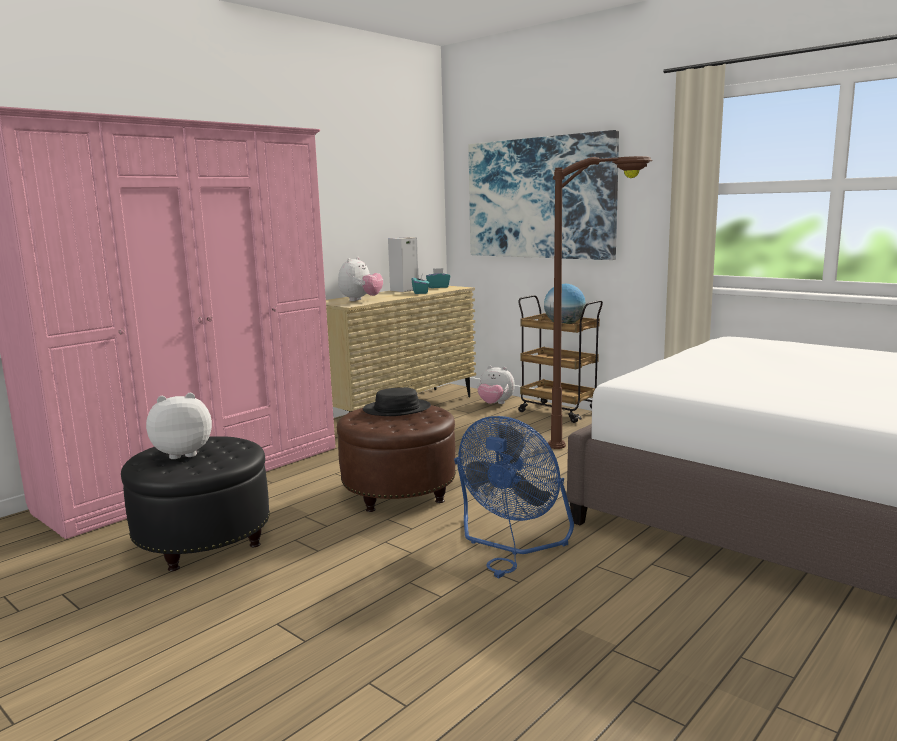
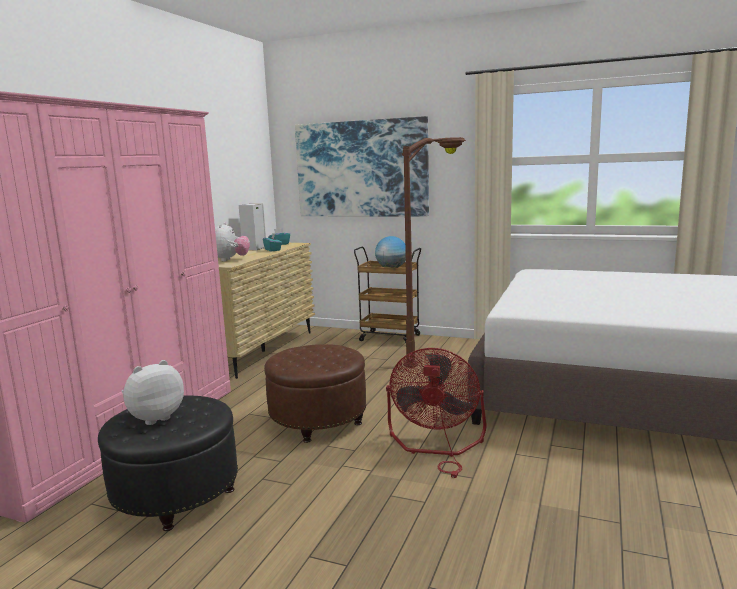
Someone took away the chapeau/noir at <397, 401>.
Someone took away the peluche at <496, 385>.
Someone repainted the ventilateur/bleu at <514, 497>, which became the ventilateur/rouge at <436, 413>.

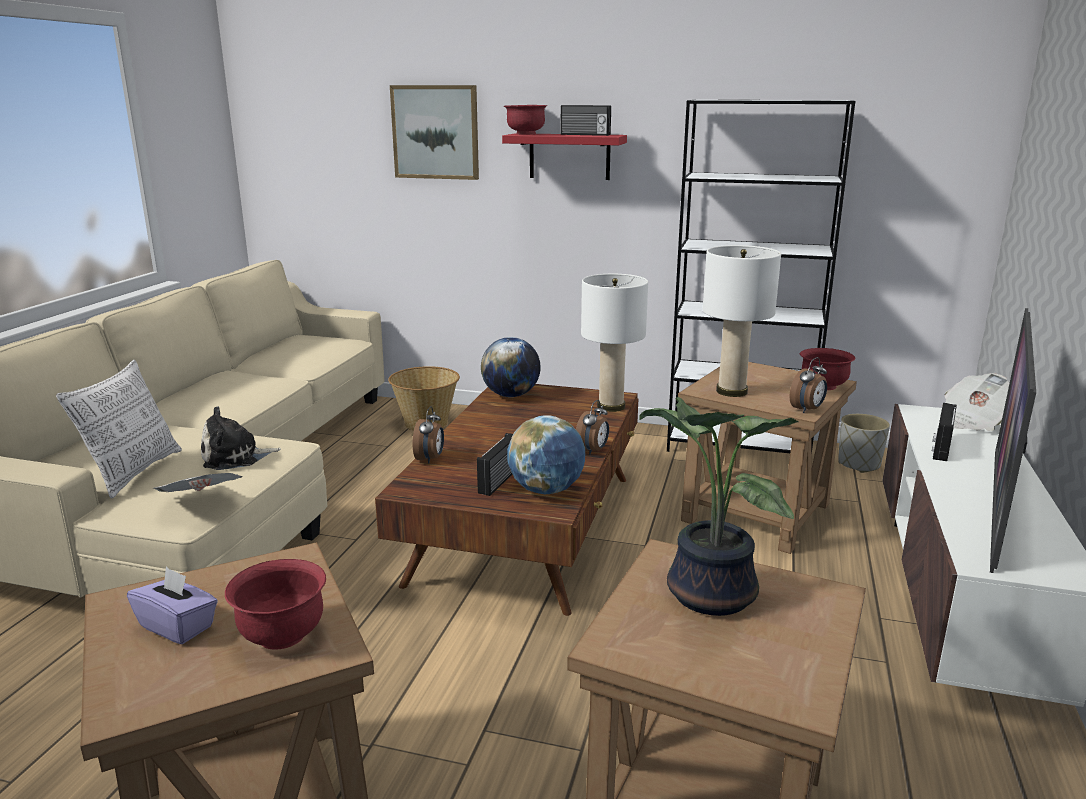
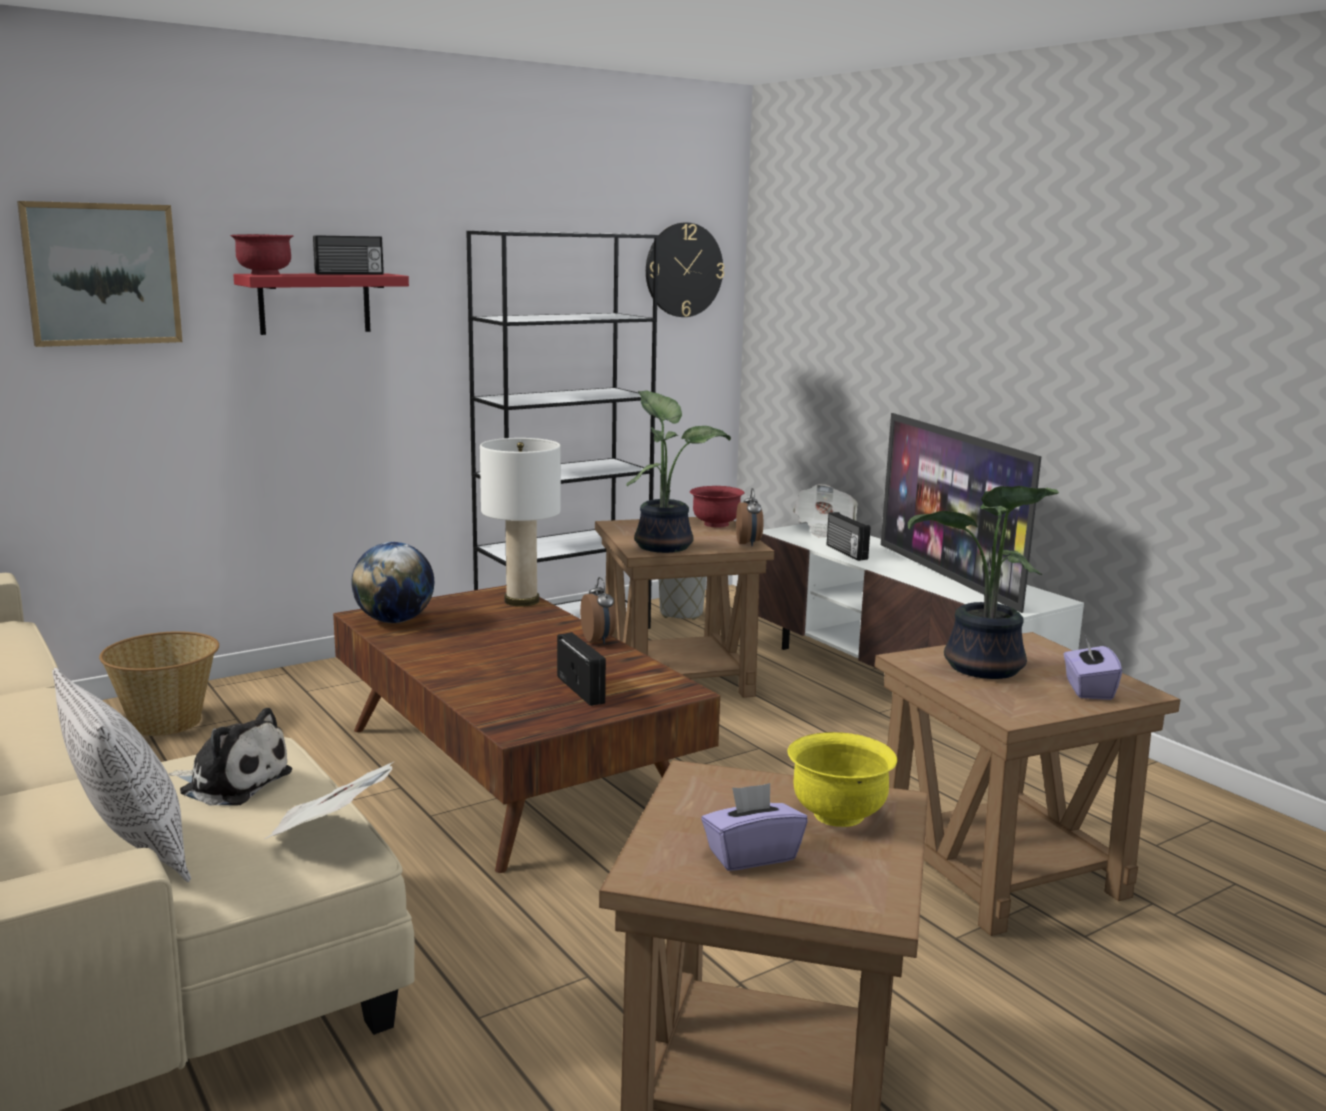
Someone took away the réveil at <428, 435>.
Someone took away the globe at <546, 454>.
Someone put up the horloge murale at <685, 270>.
Someone put down the boîte à mouchoirs/violet at <1092, 669>.
Someone swapped the lampe de table/blanc at <742, 321> for the plante en pot at <678, 471>.
Someone repainted the bol/rouge at <275, 604>, which became the bol/jaune at <842, 779>.
Someone rotated the peluche at <241, 438> by 90 degrees counterclockwise.

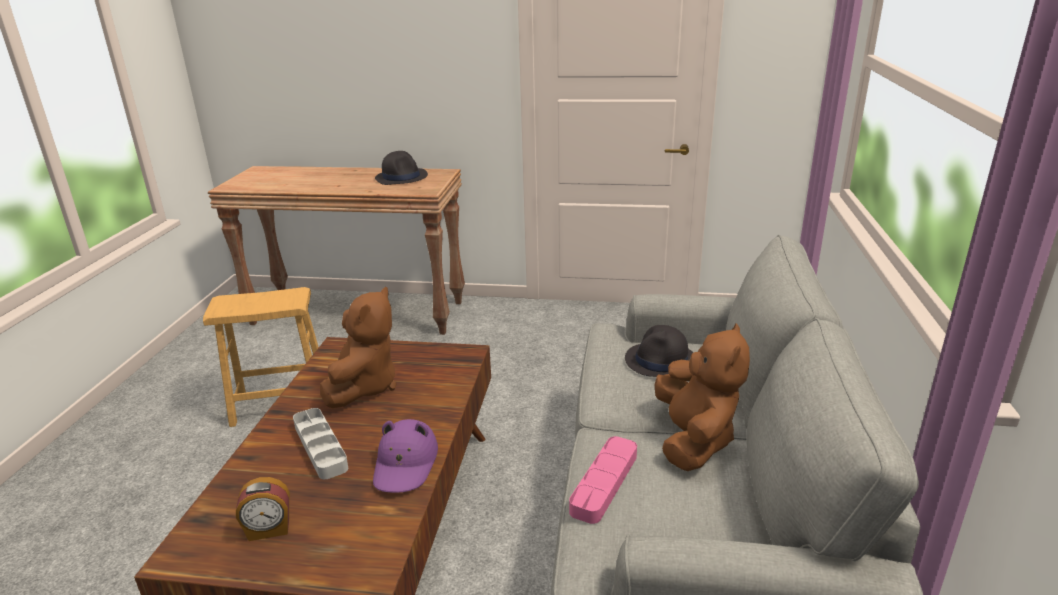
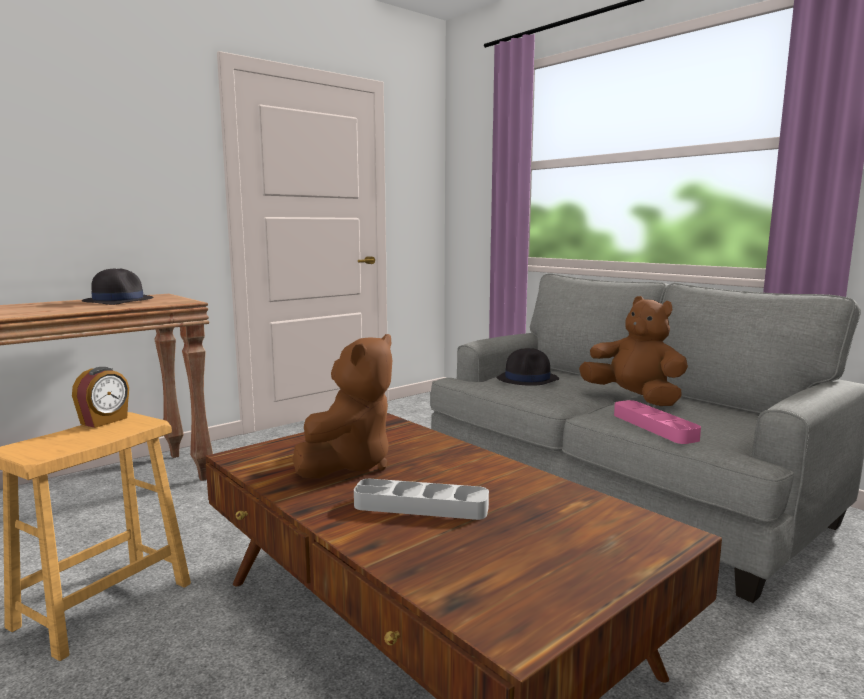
Someone took away the chapeau/violet at <405, 456>.
Someone carried the réveil from <263, 509> to <100, 397>.
Someone rotated the peluche/marron at <358, 347> by 60 degrees clockwise.

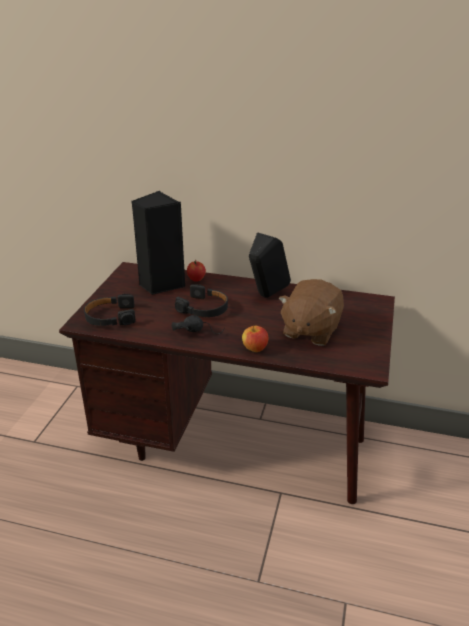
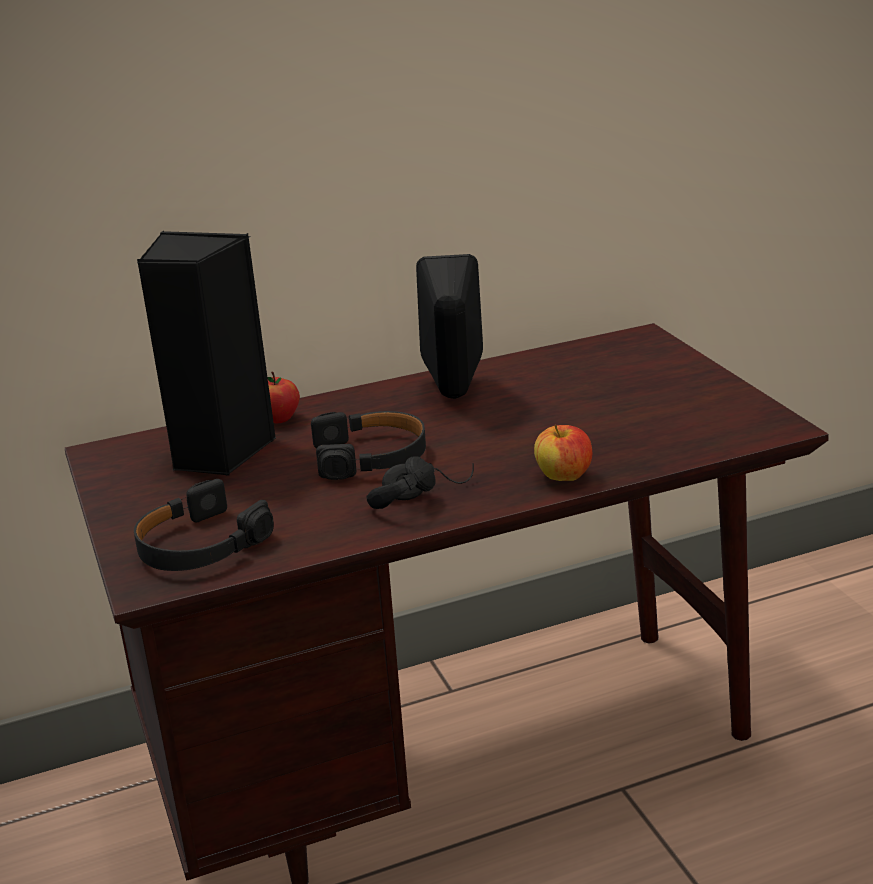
Someone took away the peluche/marron at <311, 312>.

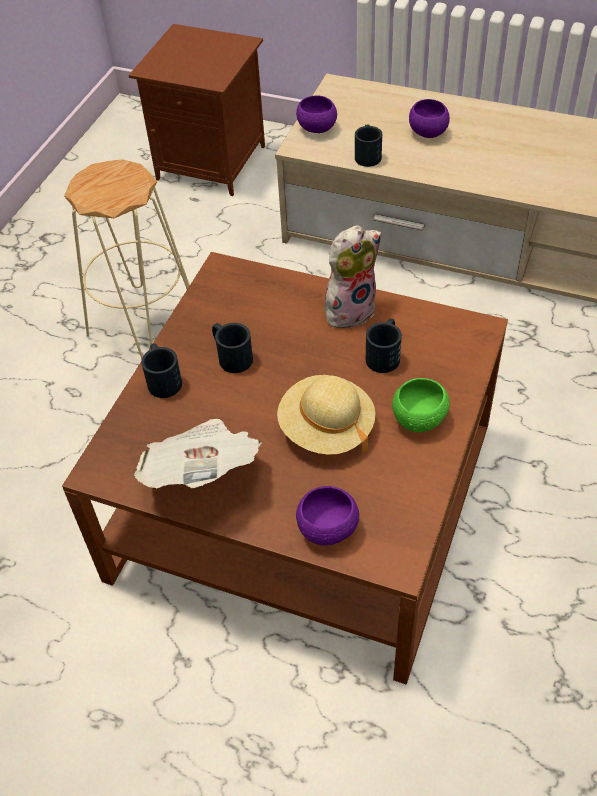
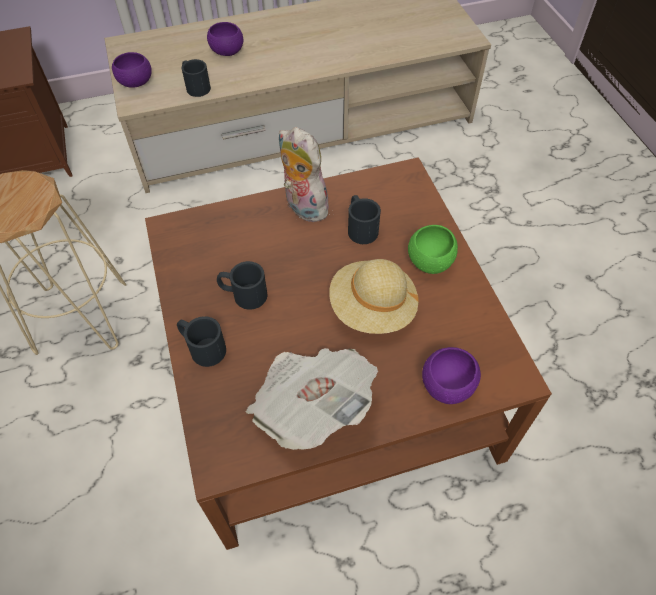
Someone rotated the peluche at <353, 276> by 60 degrees counterclockwise.

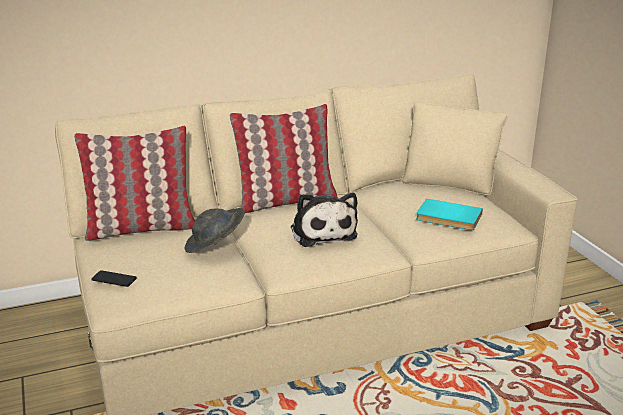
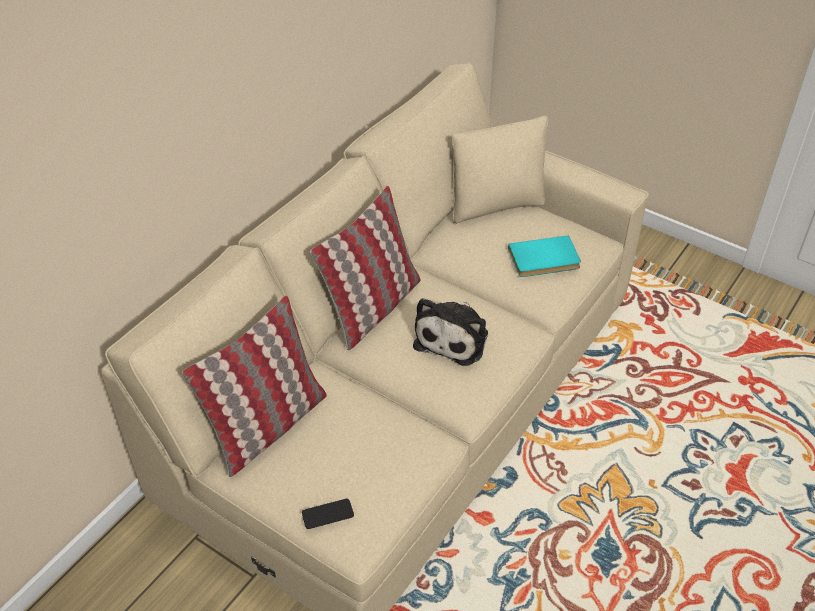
Someone took away the chapeau/gris at <214, 230>.
Someone rotated the peluche at <324, 220> by 75 degrees clockwise.

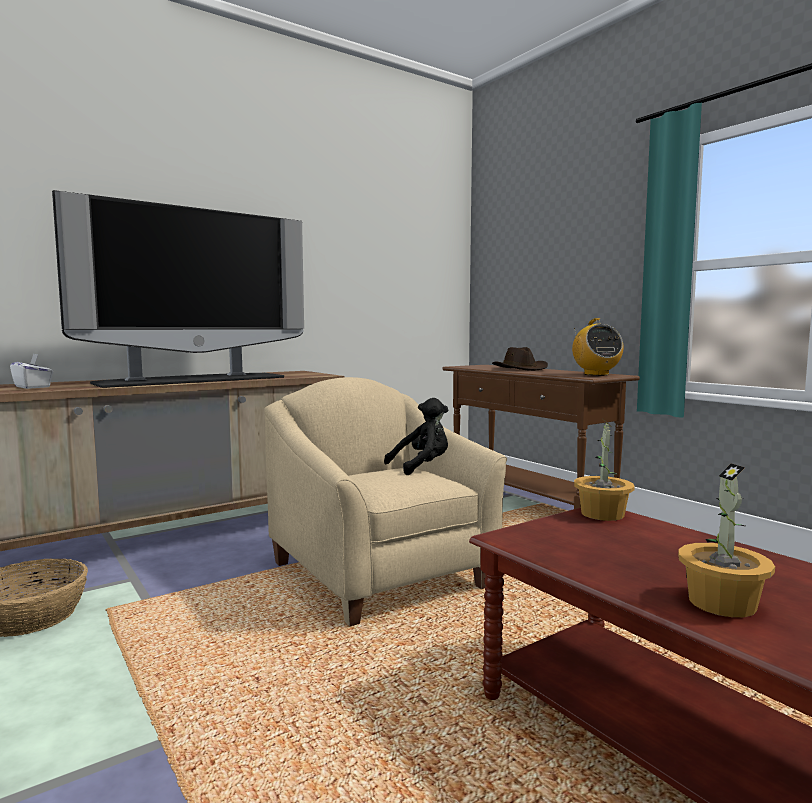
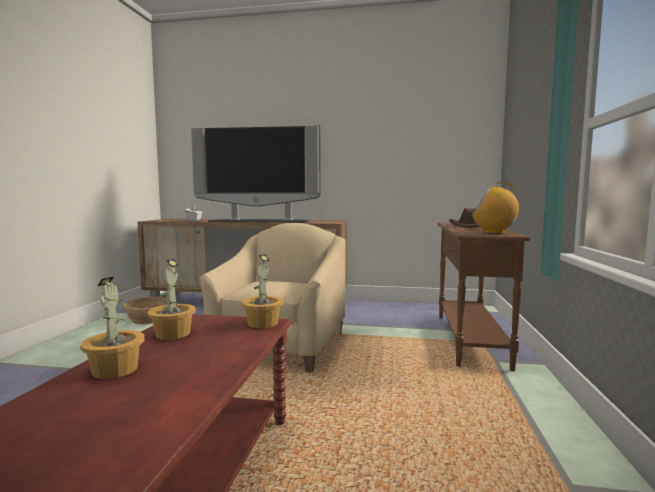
Someone took away the peluche/noir at <416, 436>.
Someone put down the plante en pot at <172, 299>.
Someone rotated the radio at <598, 347> by 75 degrees clockwise.

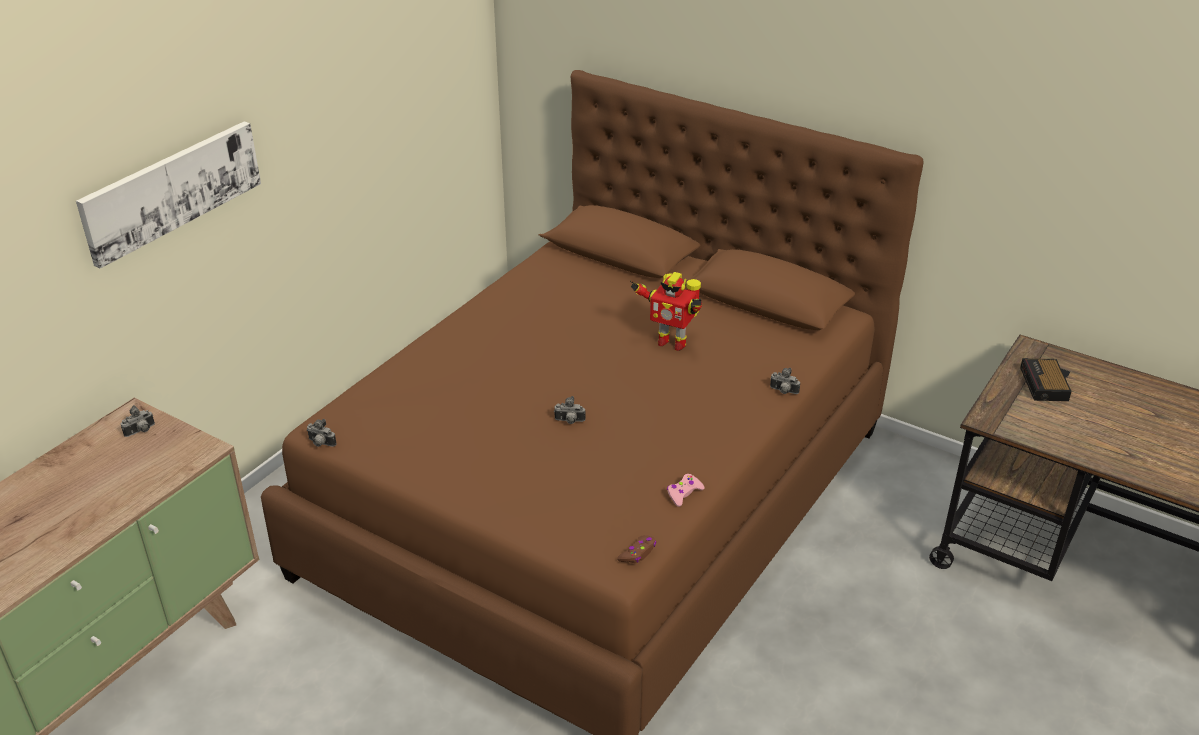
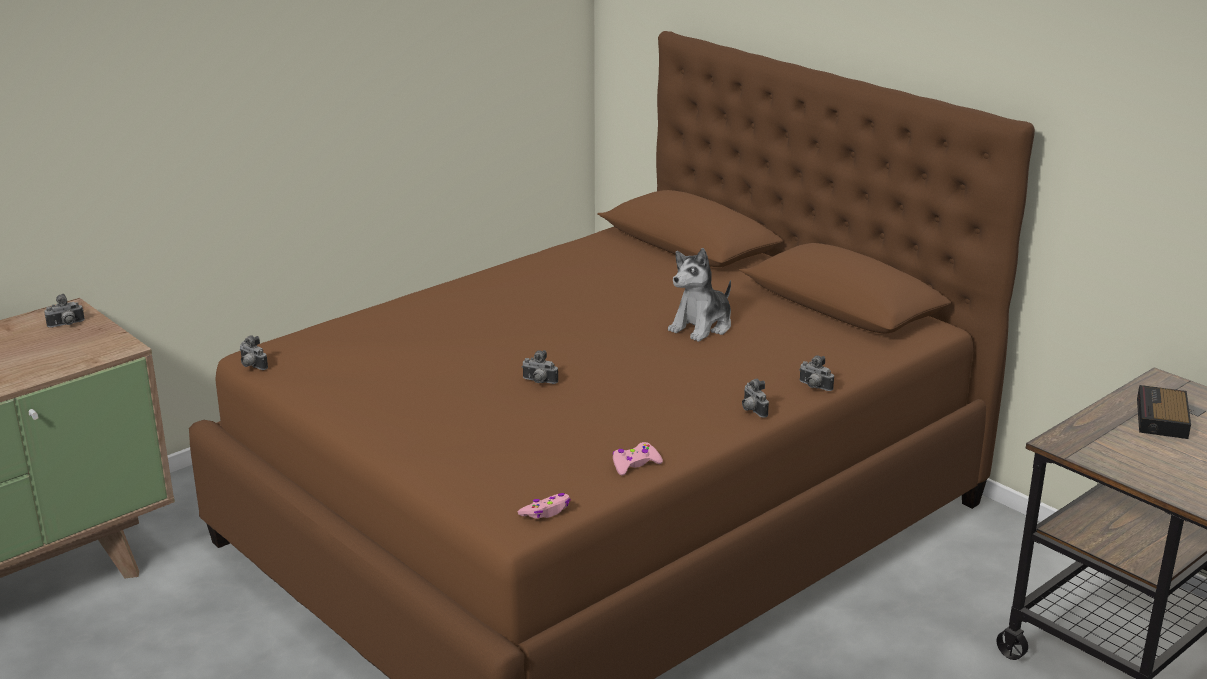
Someone took away the tableau at <168, 195>.
Someone put down the appareil photo at <755, 398>.
Someone swapped the robot jouet at <666, 311> for the peluche at <699, 295>.
Someone repainted the manette/marron at <636, 549>, which became the manette/rose at <544, 505>.

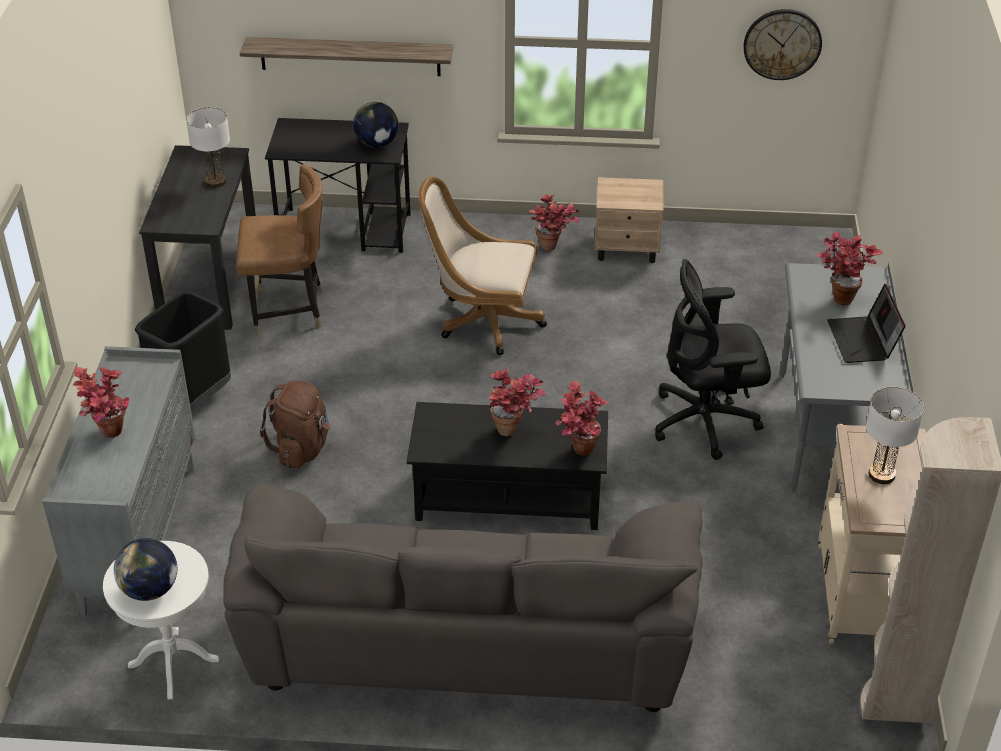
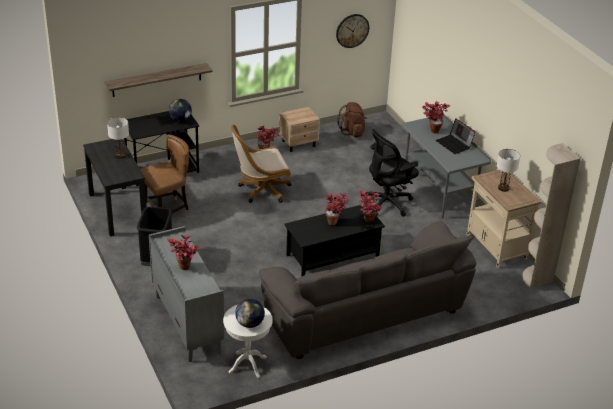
Someone carried the sac à dos/marron from <295, 424> to <352, 119>.

